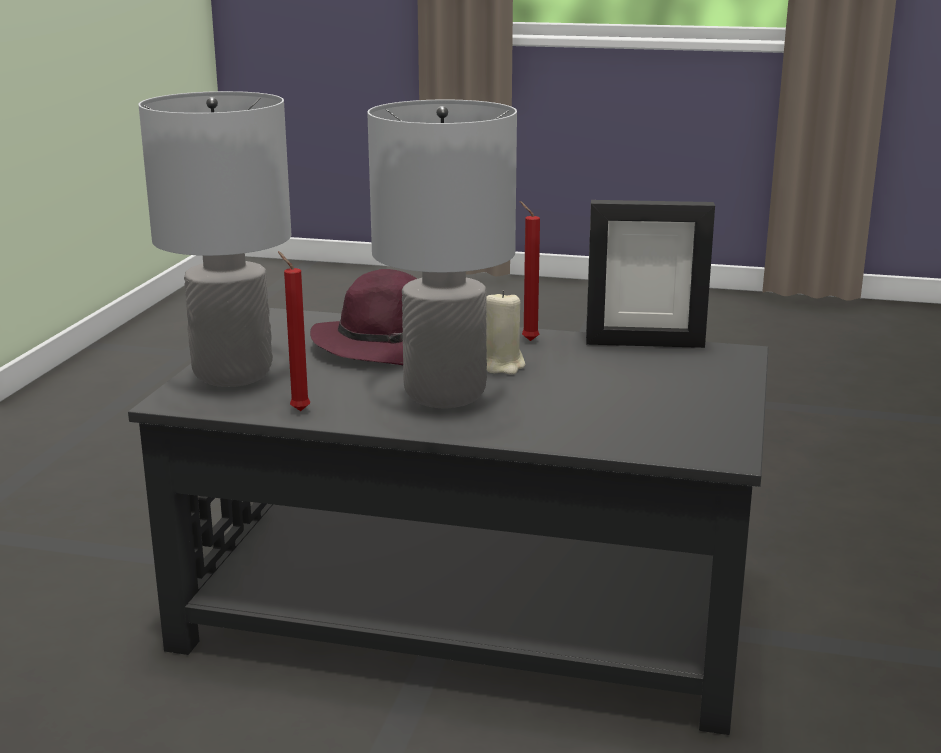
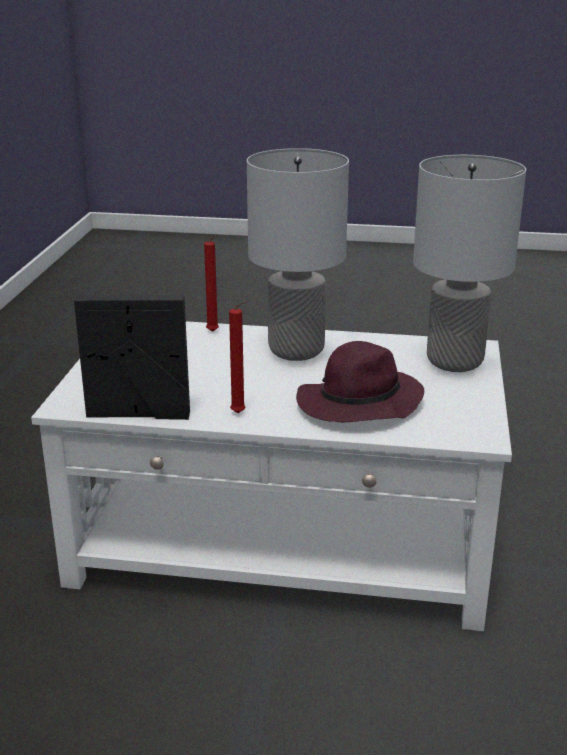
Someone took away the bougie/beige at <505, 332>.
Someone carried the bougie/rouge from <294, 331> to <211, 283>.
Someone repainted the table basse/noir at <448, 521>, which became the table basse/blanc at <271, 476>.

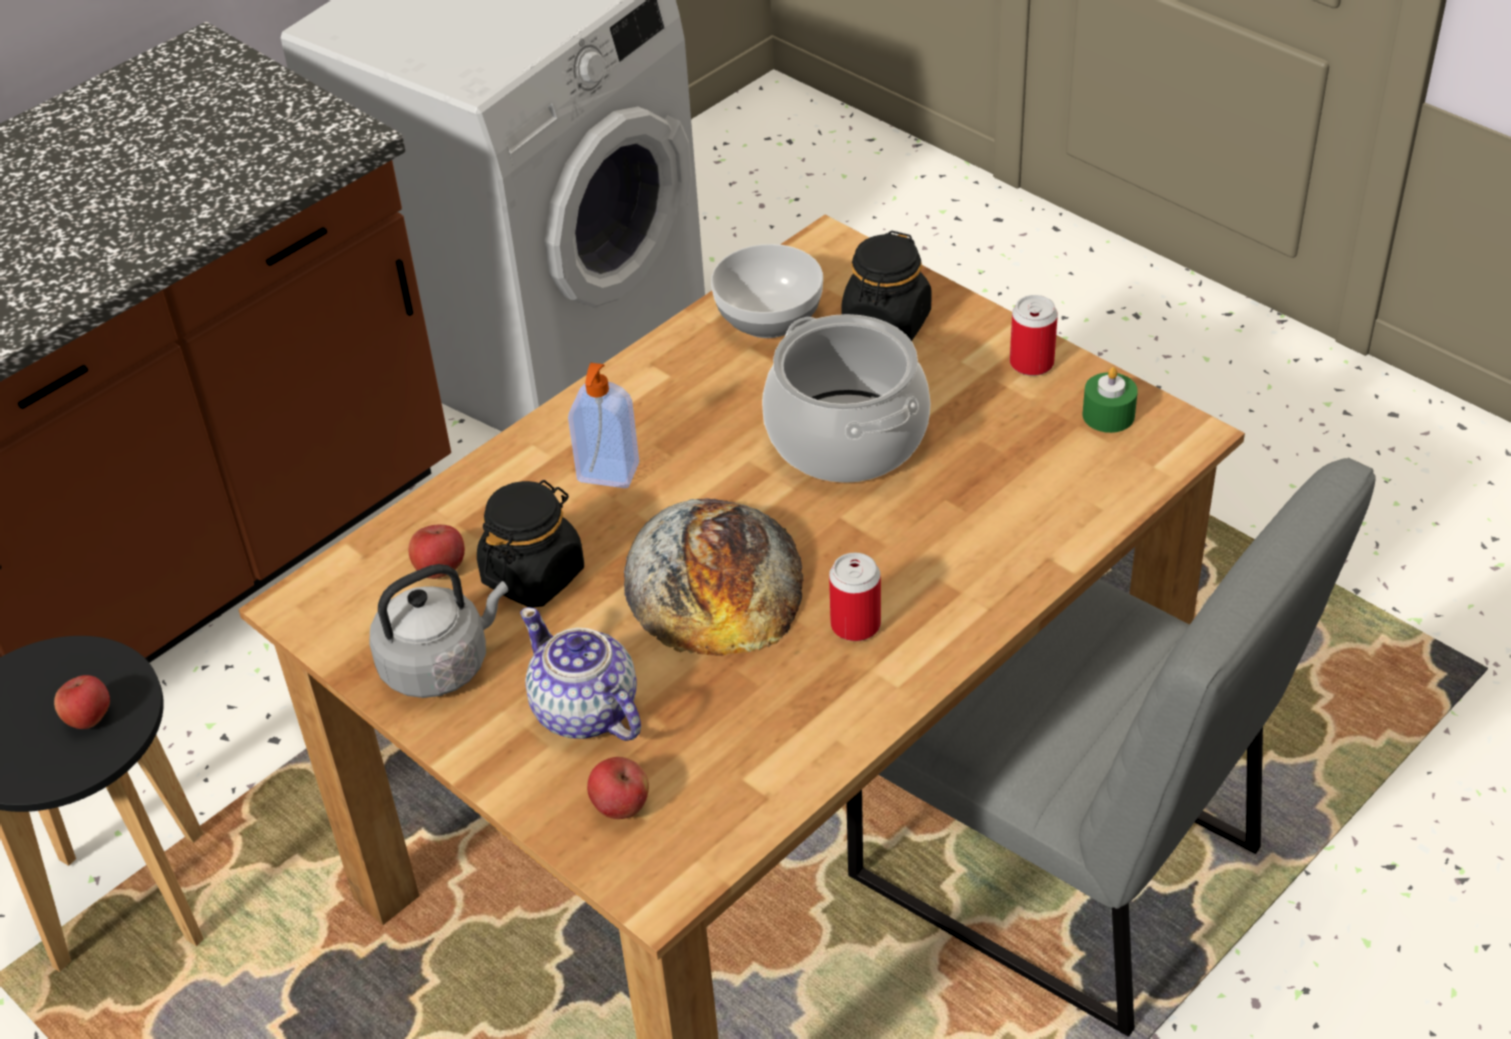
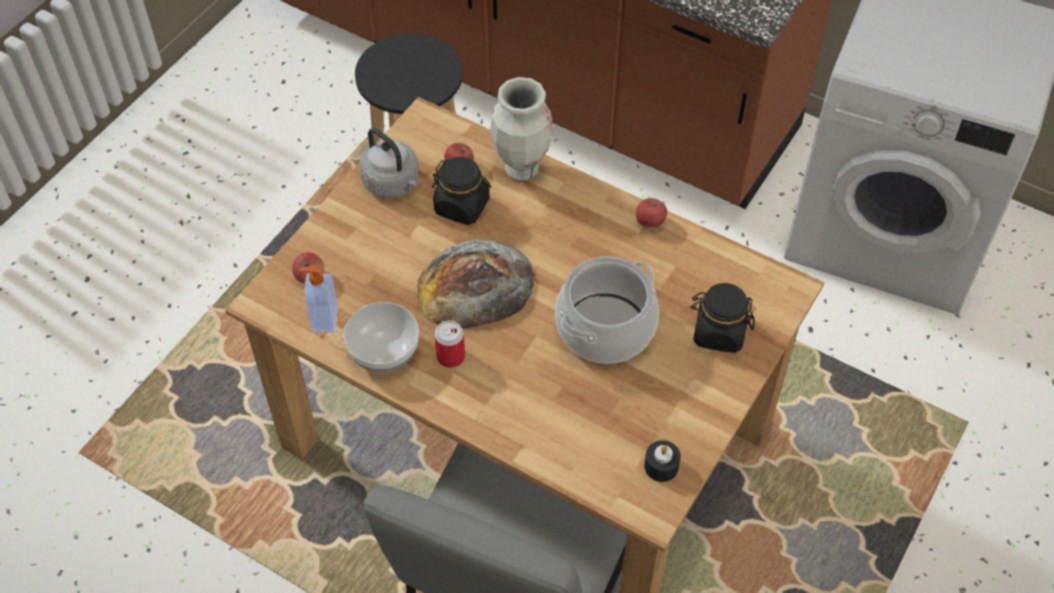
Someone took away the théière at <580, 674>.
Someone took away the boîte métallique at <1034, 335>.
Someone put down the vase at <521, 129>.
Someone carried the pomme from <82, 702> to <651, 213>.
Someone carried the distributeur de savon from <603, 425> to <319, 299>.
Someone carried the bol from <767, 291> to <381, 337>.
Someone repainted the bougie/vert at <1110, 400>, which became the bougie/noir at <662, 461>.

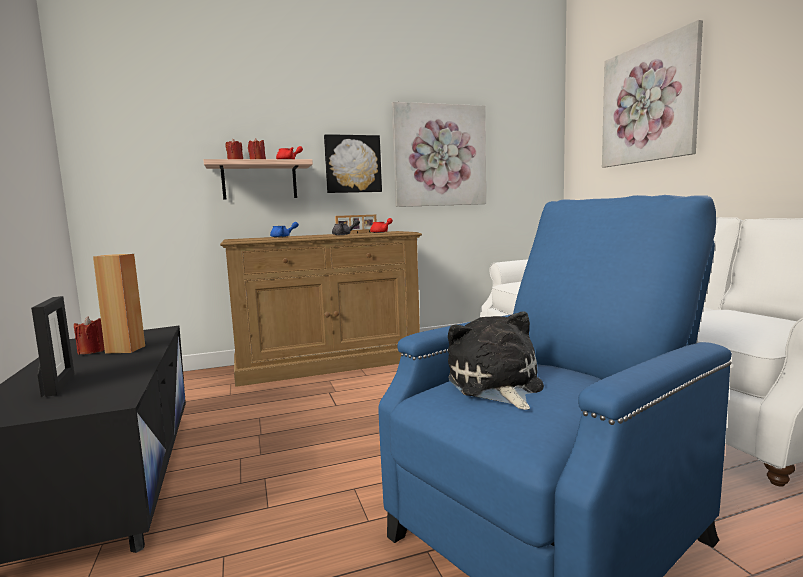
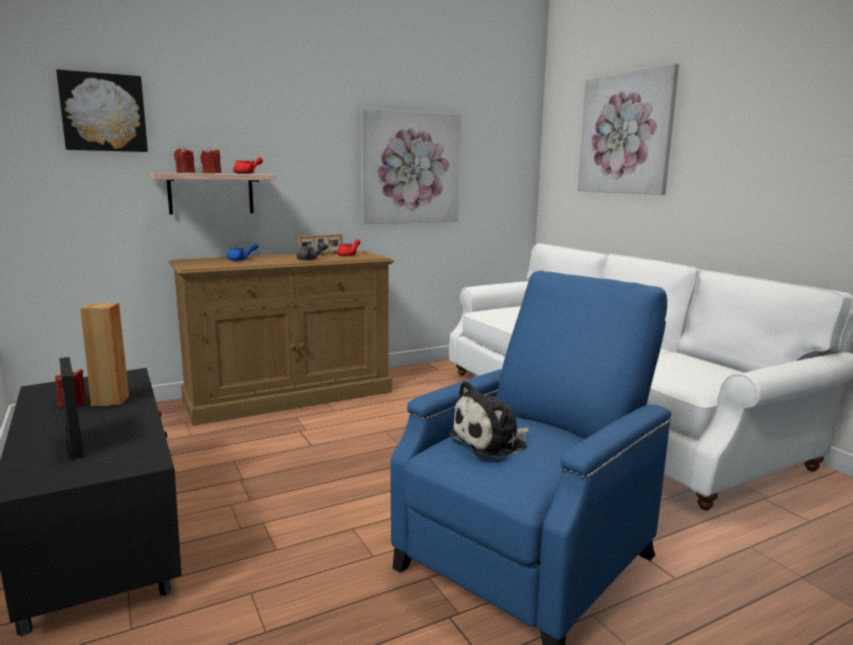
Someone carried the tableau from <353, 163> to <102, 110>.
Someone rotated the peluche at <496, 360> by 105 degrees counterclockwise.

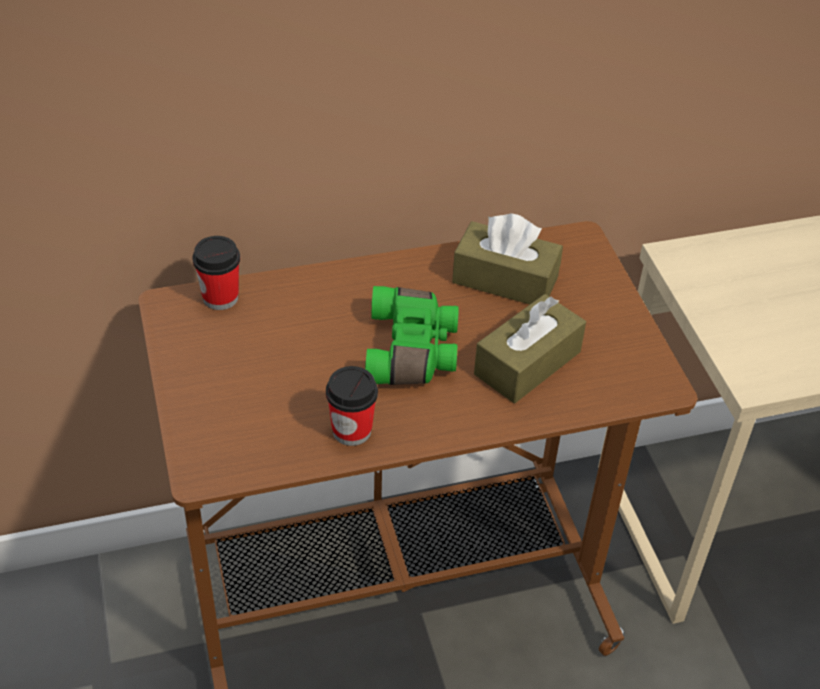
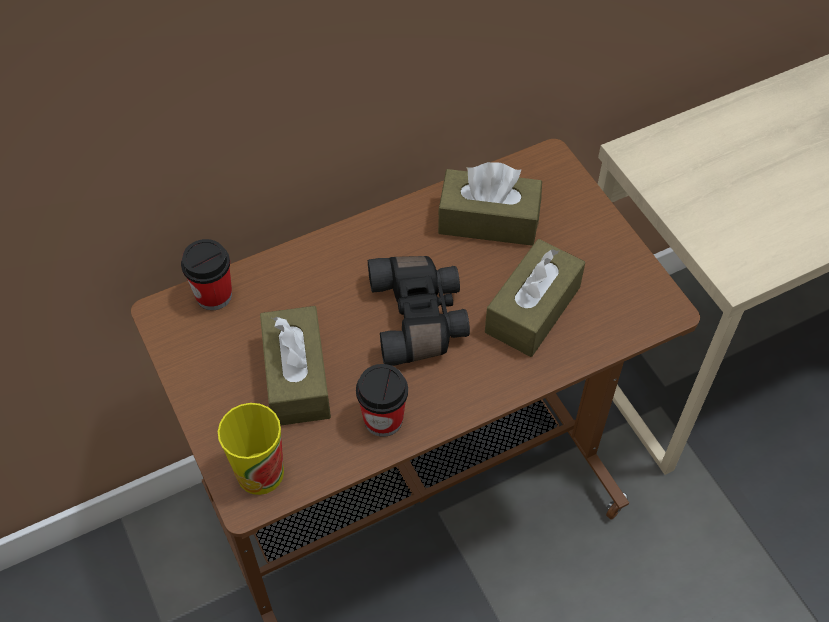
Someone put down the tasse at <251, 449>.
Someone put down the boîte à mouchoirs/marron at <295, 366>.
Someone repainted the jumelles/vert at <412, 335>, which became the jumelles/noir at <419, 311>.

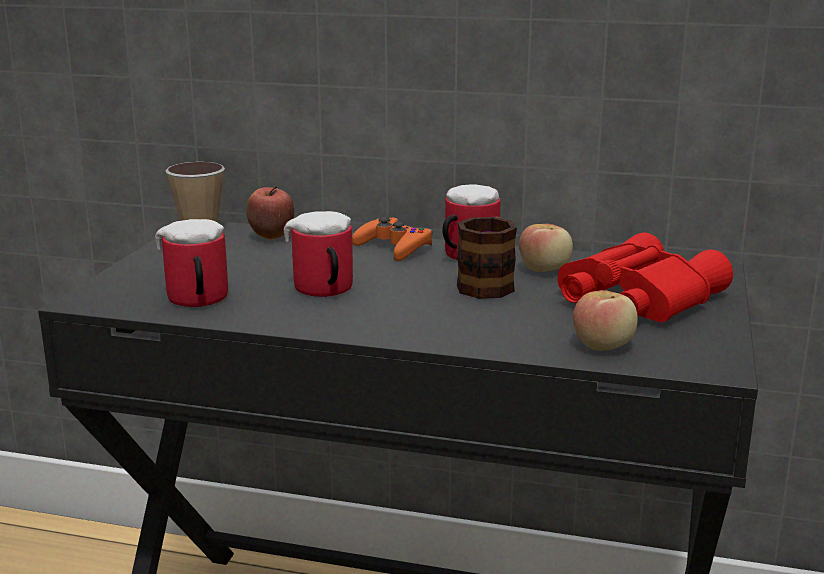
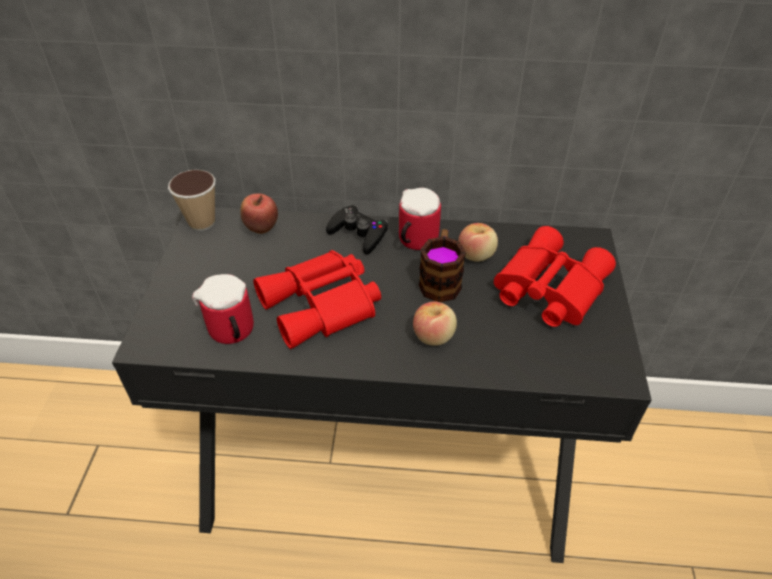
Someone carried the pomme from <605, 320> to <435, 323>.
Someone swapped the mug at <318, 254> for the jumelles/rouge at <317, 299>.
Someone repainted the manette/orange at <392, 239>, which became the manette/noir at <357, 229>.

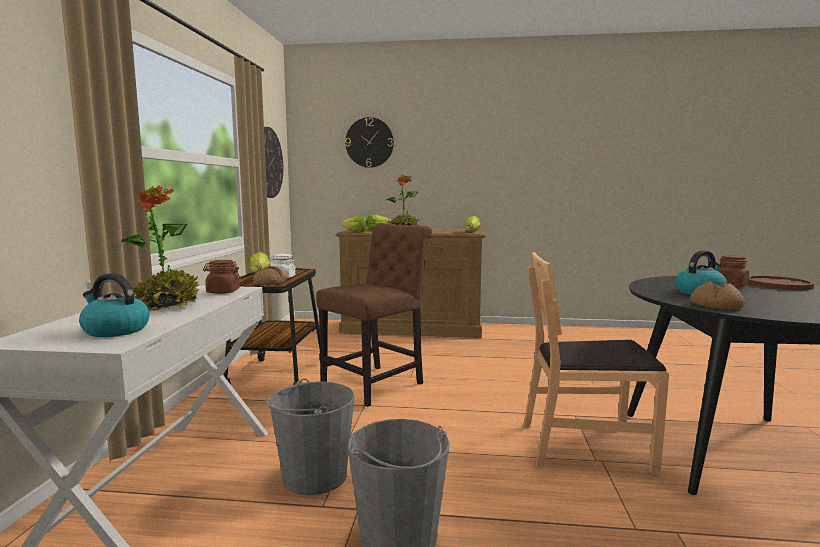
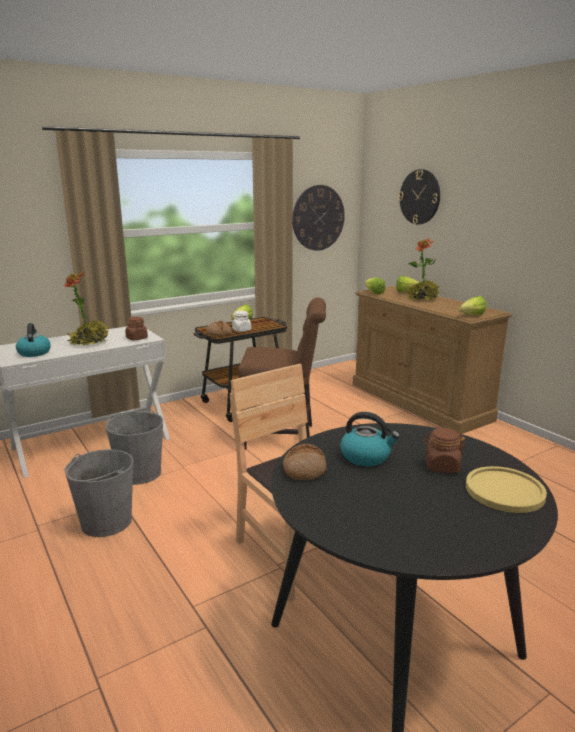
Someone repainted the assiette/marron at <781, 282>, which became the assiette/jaune at <506, 489>.

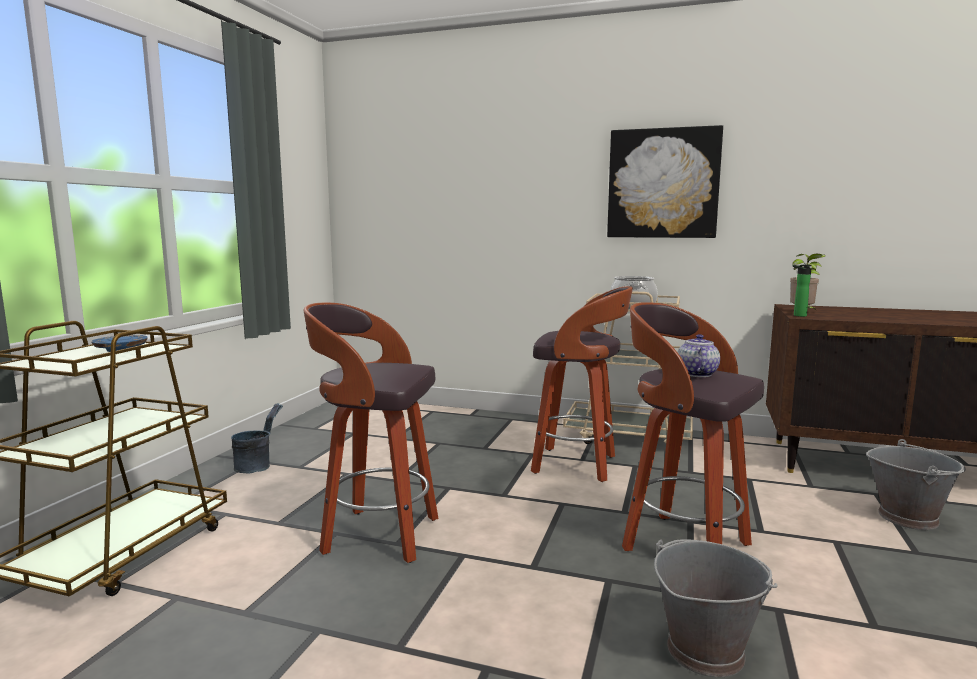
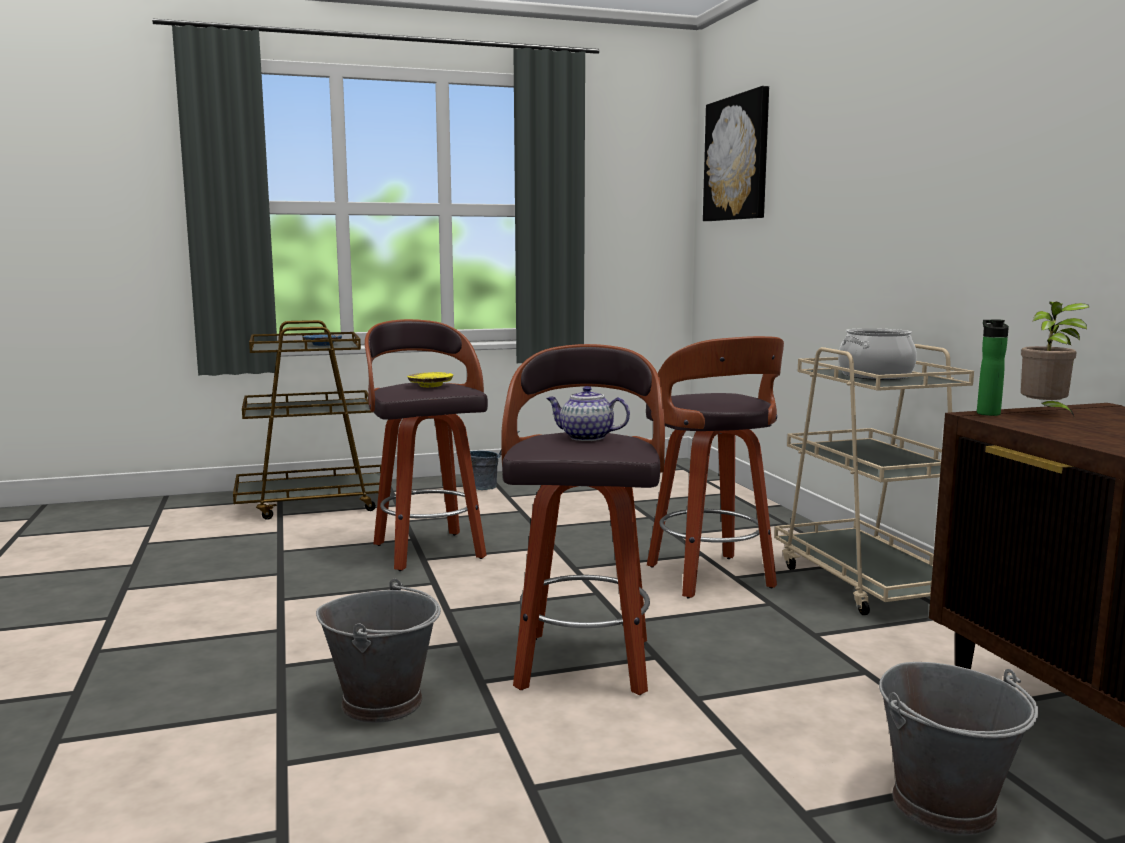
Someone put down the assiette/jaune at <430, 379>.
Someone carried the tableau from <665, 181> to <736, 153>.
Someone rotated the théière at <698, 355> by 135 degrees counterclockwise.

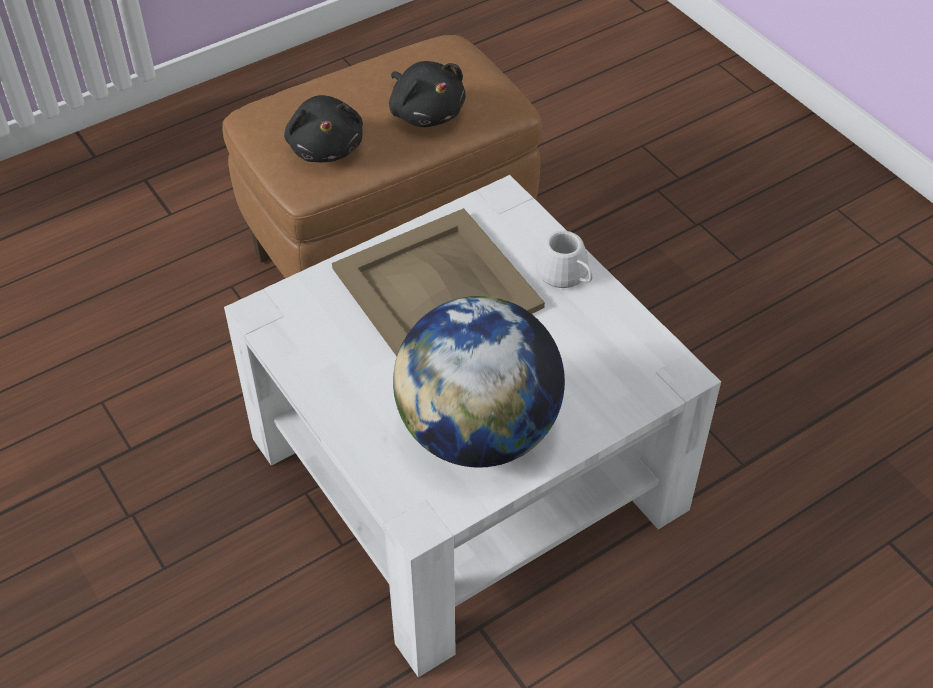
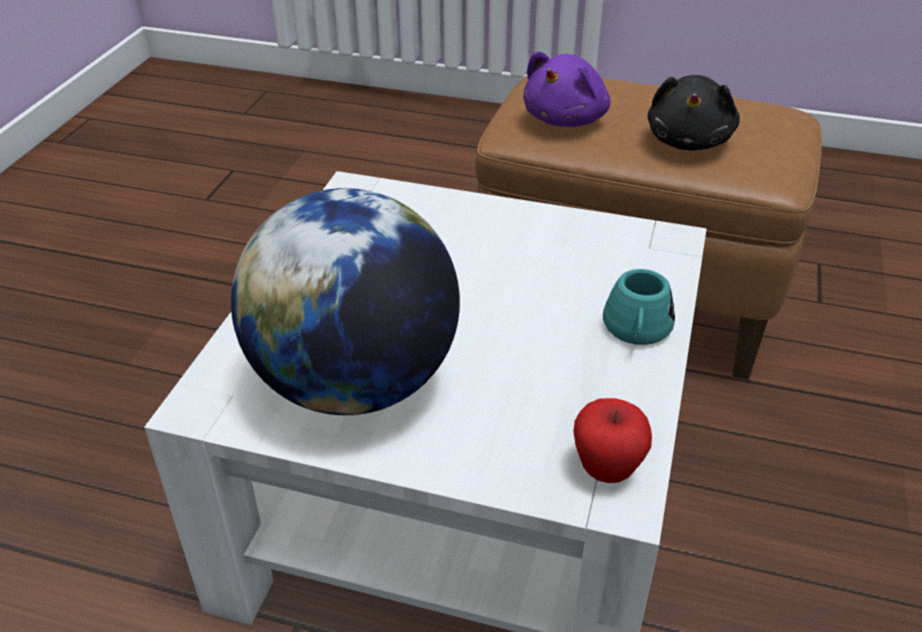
Someone took away the plateau/beige at <438, 282>.
Someone put down the pomme at <612, 440>.
Someone repainted the peluche/noir at <323, 128>, which became the peluche/violet at <566, 89>.
Someone repainted the mug/blanc at <564, 259>, which became the mug/turquoise at <639, 307>.

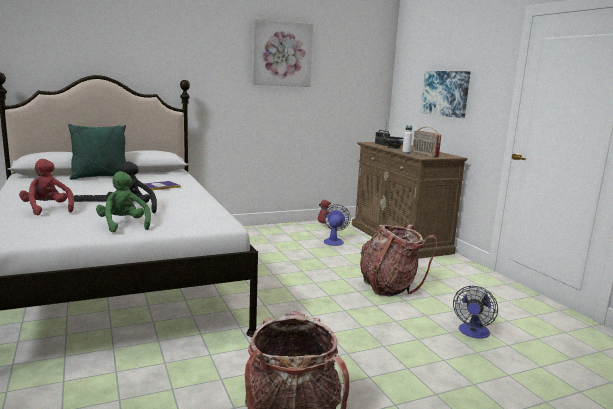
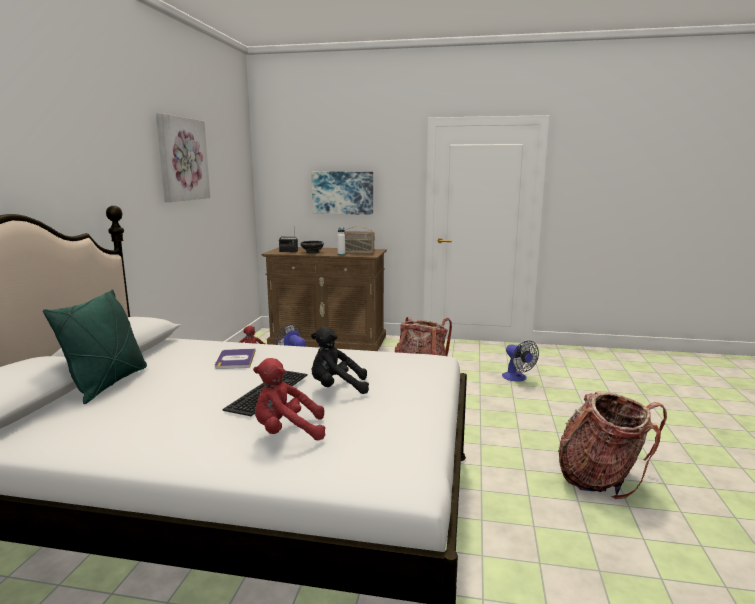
Someone took away the peluche/vert at <123, 201>.

